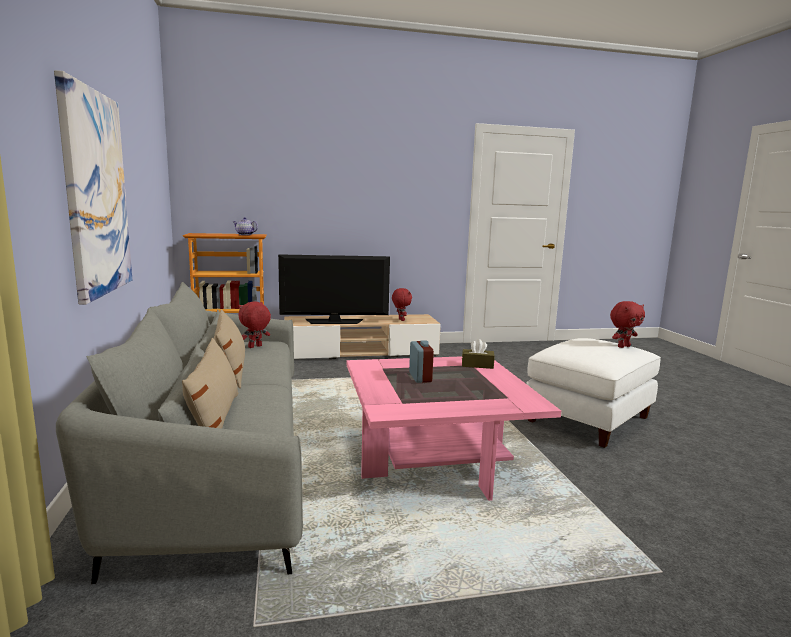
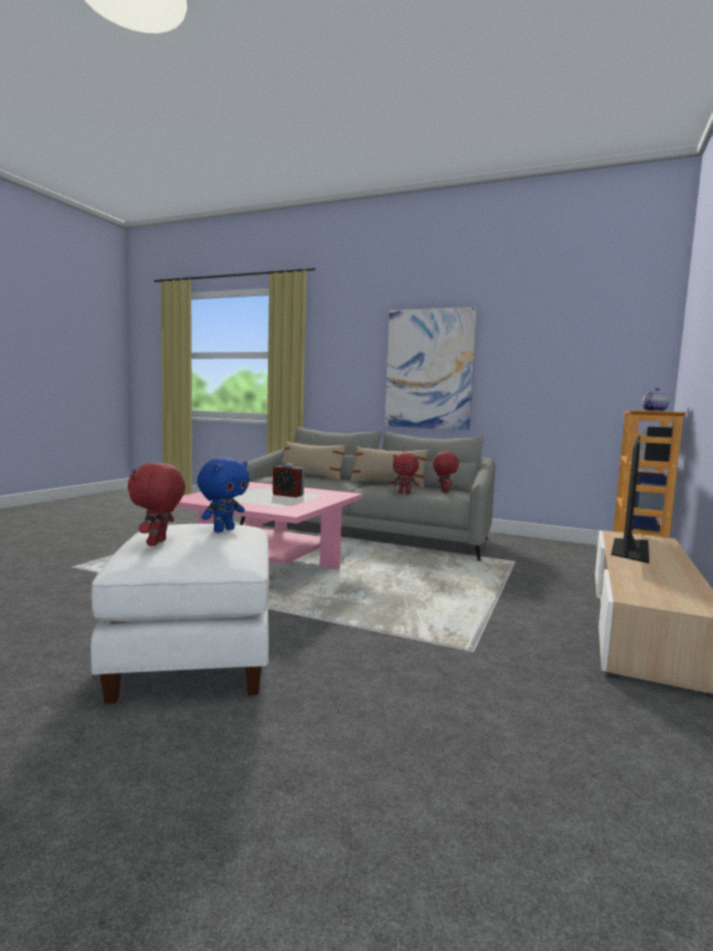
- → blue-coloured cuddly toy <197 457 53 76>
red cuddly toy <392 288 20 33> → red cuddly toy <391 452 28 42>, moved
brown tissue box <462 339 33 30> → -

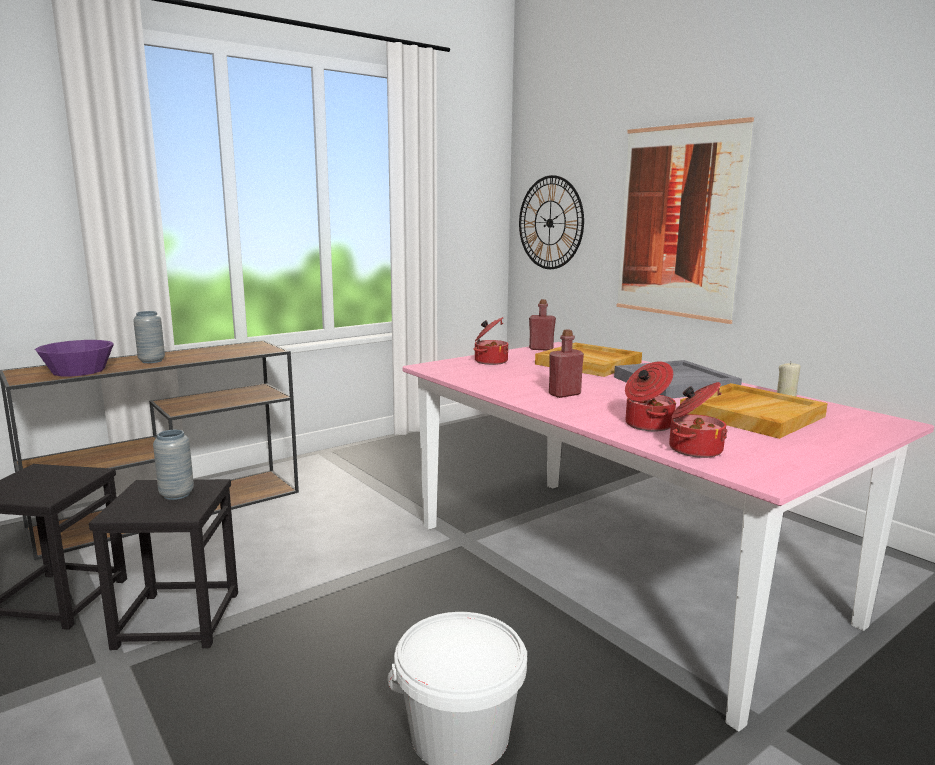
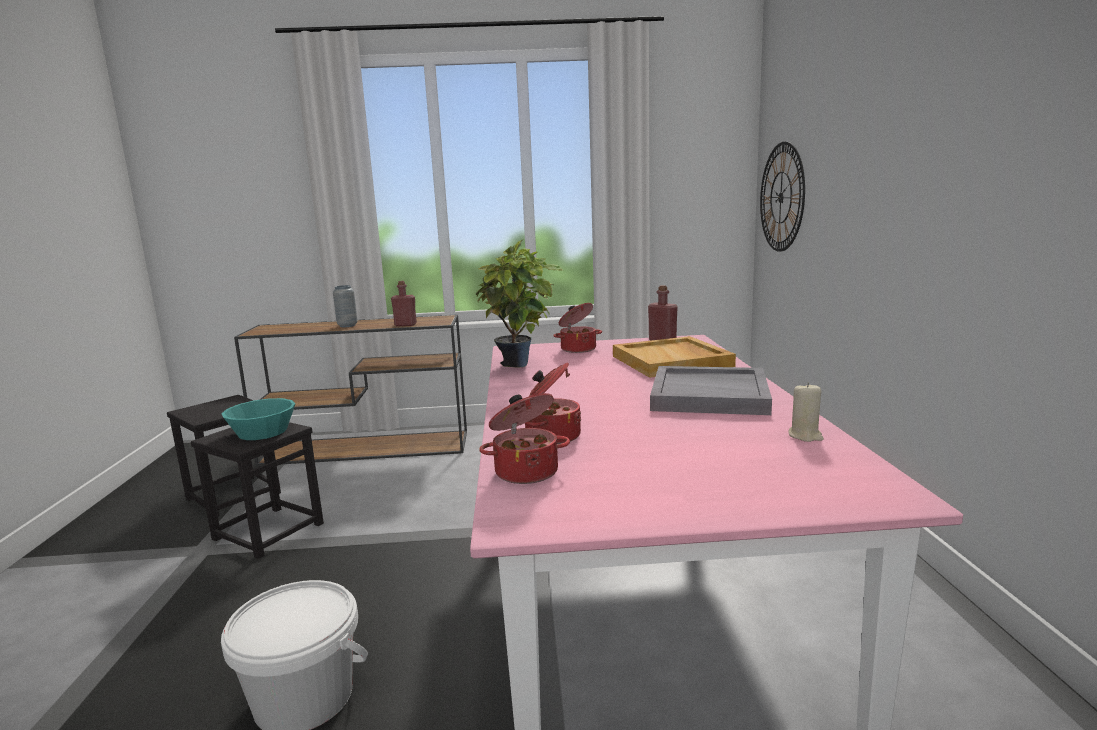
greyish decorative vase <153 430 41 70> → turquoise deep dish <222 398 73 42>
red beverage bottle <549 329 35 69> → red beverage bottle <391 281 26 45>, moved
- → plant in a pot <476 240 87 128>
purple-coloured deep dish <35 340 79 36> → -
picture <616 117 138 207> → -
sand-coloured carrying tray <680 383 148 56> → -

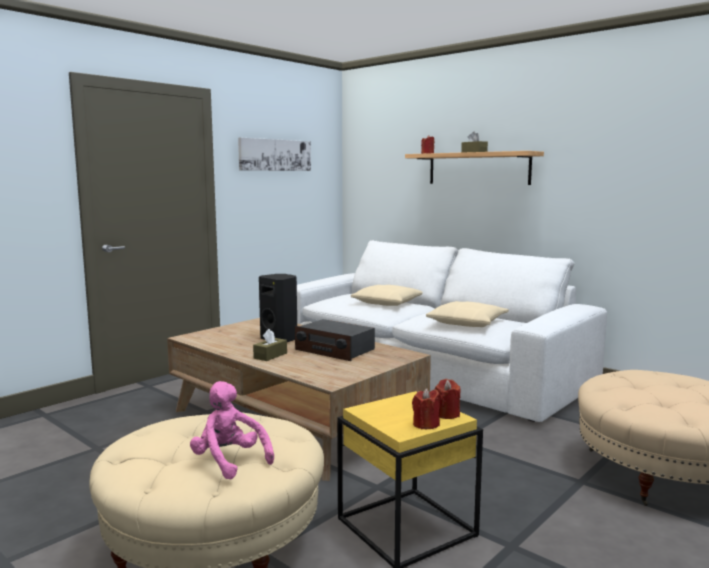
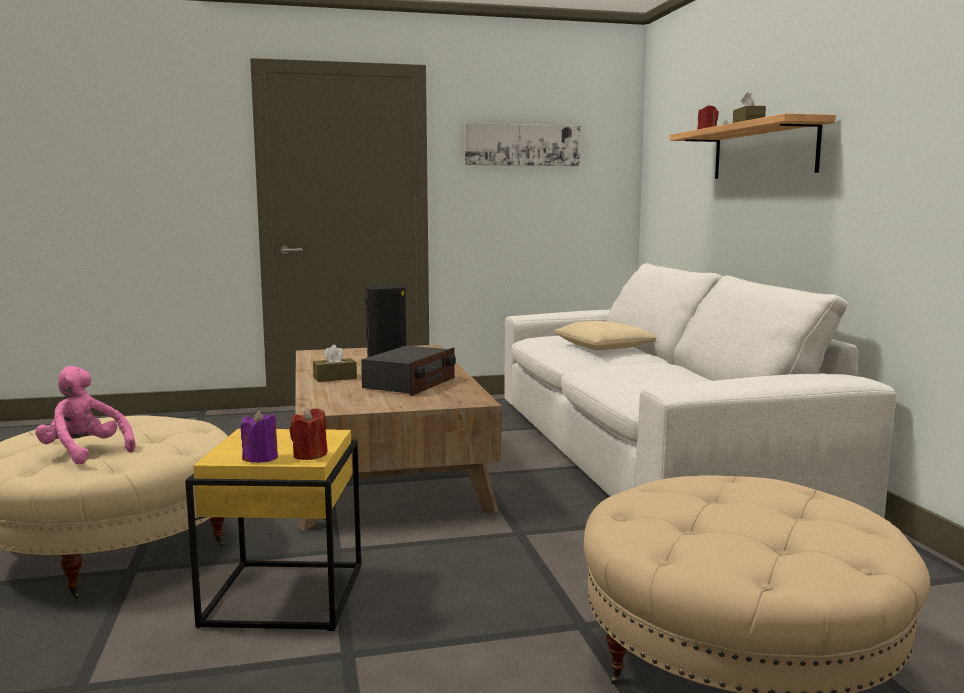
pinkish cuddly toy <190 381 84 99> → pinkish cuddly toy <35 366 100 98>, 45 degrees counterclockwise
red wax candle <412 388 28 41> → purple-coloured wax candle <241 410 37 53>
radio <295 319 80 42> → radio <361 346 95 50>, 135 degrees counterclockwise
sand-coloured throw pillow <426 301 83 26> → -

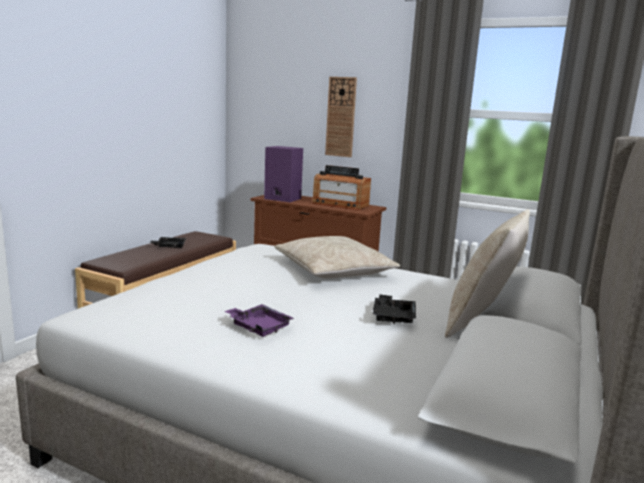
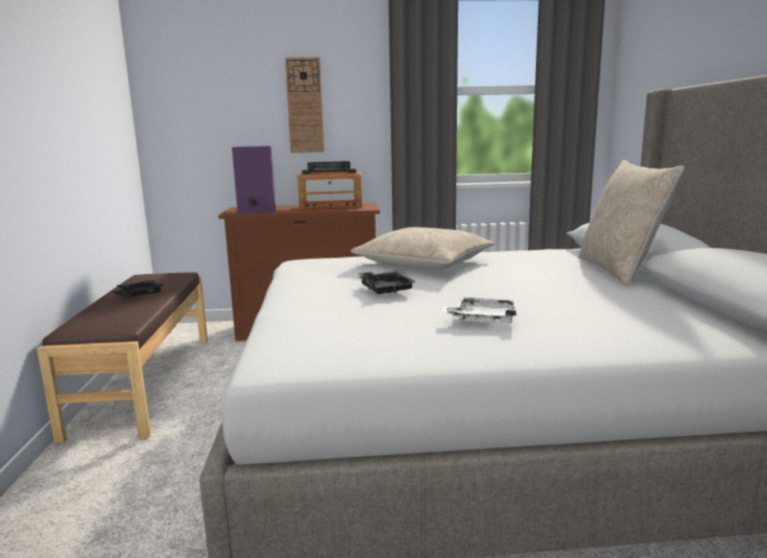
black carrying tray <373 294 43 30> → black carrying tray <358 271 58 23>, moved
purple-coloured carrying tray <224 304 70 33> → white carrying tray <442 297 74 26>

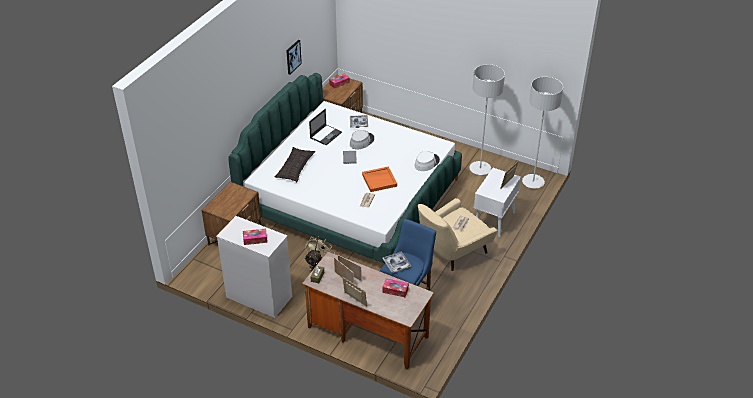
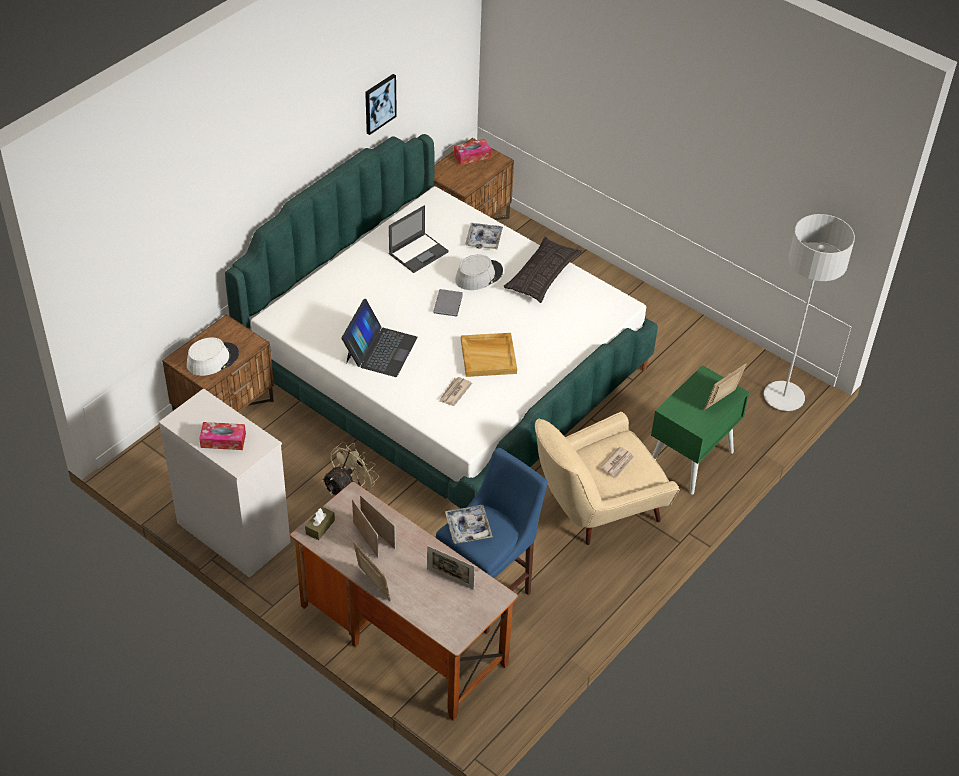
white wearable hat <415 151 25 20> → white wearable hat <187 337 52 39>, moved
- → portable computer <342 299 76 78>
tissue box <382 278 27 19> → standing frame <427 545 48 45>
orange carrying tray <362 166 35 26> → sand-coloured carrying tray <461 333 56 44>
throw pillow <274 147 41 35> → throw pillow <503 237 79 66>, moved
white nightstand <474 168 47 69> → green nightstand <651 365 99 129>
greyish floor lamp <469 64 36 111> → -

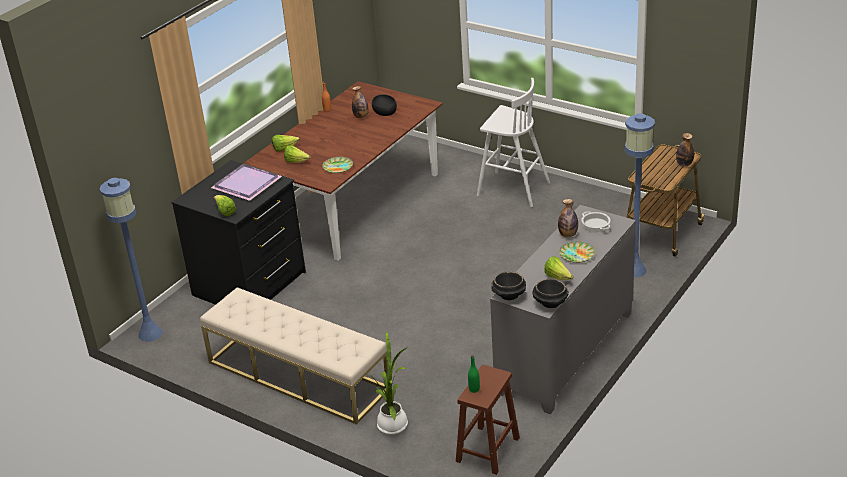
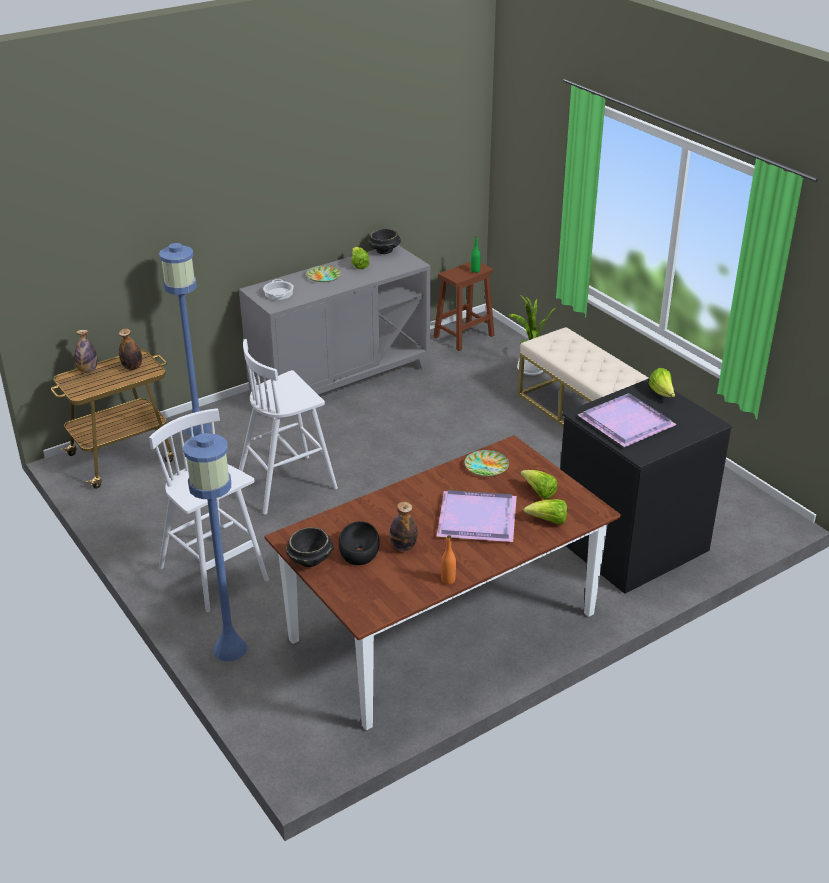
beverage bottle <558 199 20 38> → beverage bottle <119 329 23 41>, moved
blue-coloured floor lamp <100 178 63 164> → blue-coloured floor lamp <183 433 64 228>, moved
- → white stool seat <239 339 99 176>
black deep dish <491 271 35 29> → black deep dish <286 527 48 40>, moved
- → purple-coloured carrying tray <436 490 81 52>

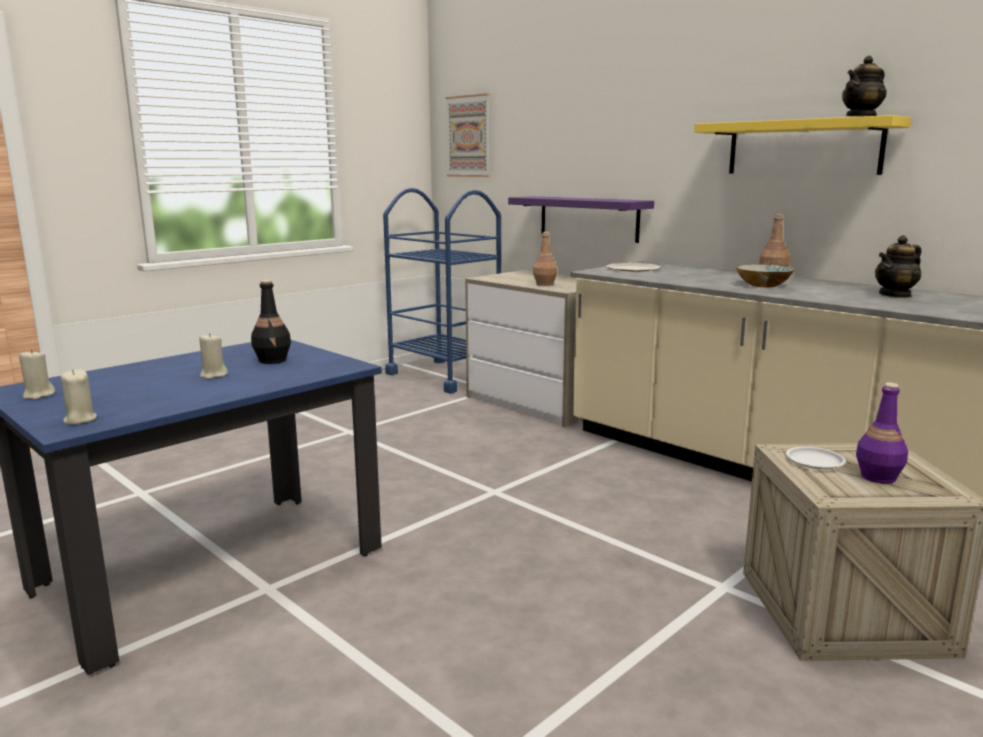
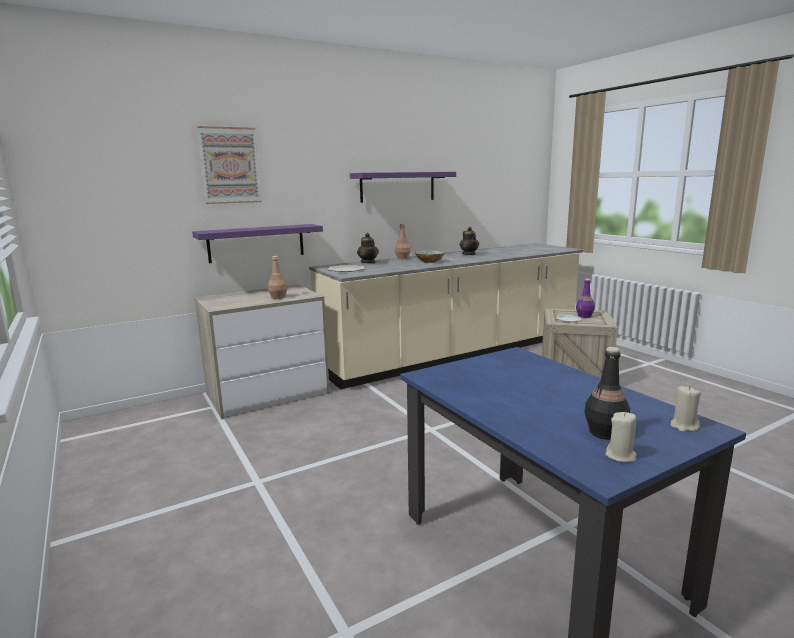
picture <446 93 44 84> → picture <197 126 65 78>, moved
yellow-coloured shelf <694 115 217 60> → purple-coloured shelf <350 172 106 31>
teapot <842 56 45 60> → teapot <357 233 22 30>, moved
black beverage bottle <251 280 40 84> → black beverage bottle <584 347 46 93>, moved
sand-coloured wax candle <199 333 29 46> → -
blue-coloured trolley <383 188 118 205> → -

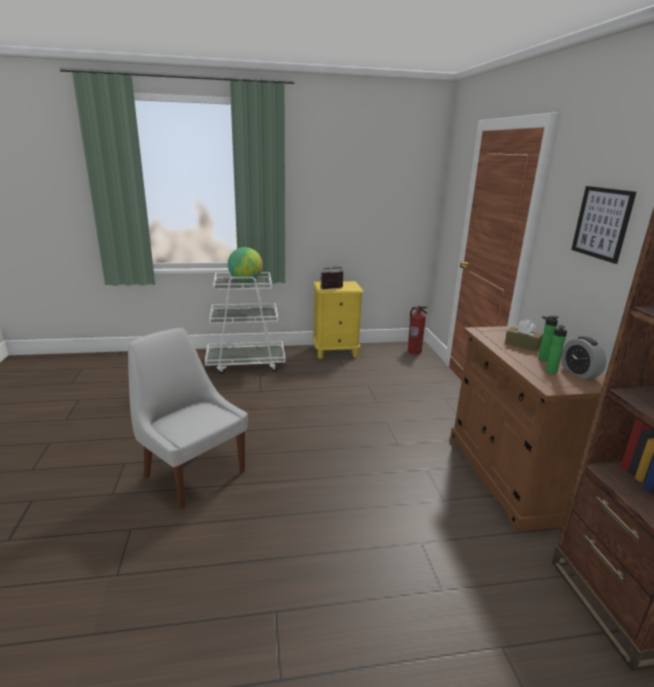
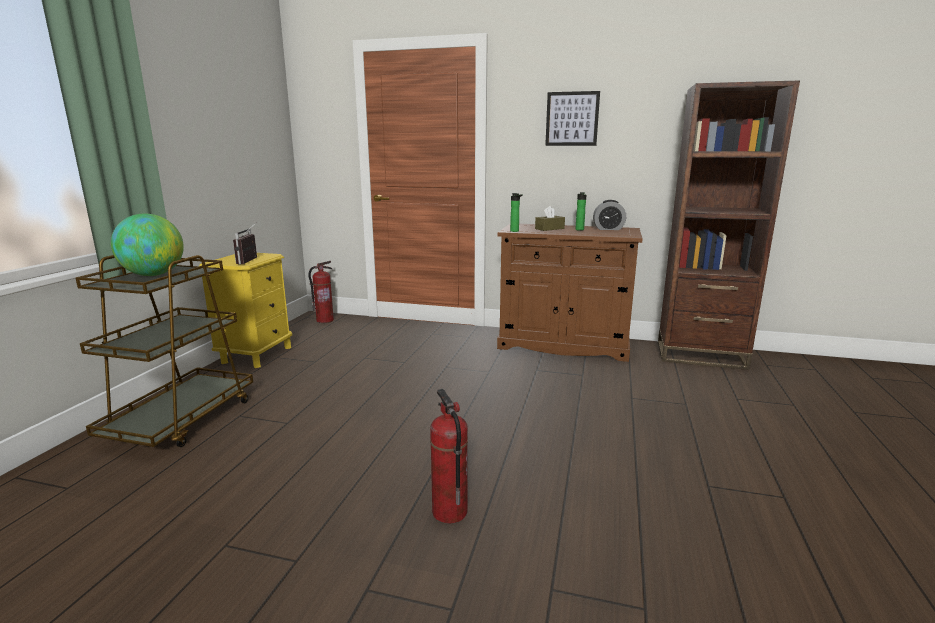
white trolley <205 272 81 102> → brown trolley <75 255 178 192>
white upright chair <128 328 120 181> → fire-fighting cylinder <430 389 38 134>
beverage bottle <545 325 22 48> → beverage bottle <510 193 13 39>, moved

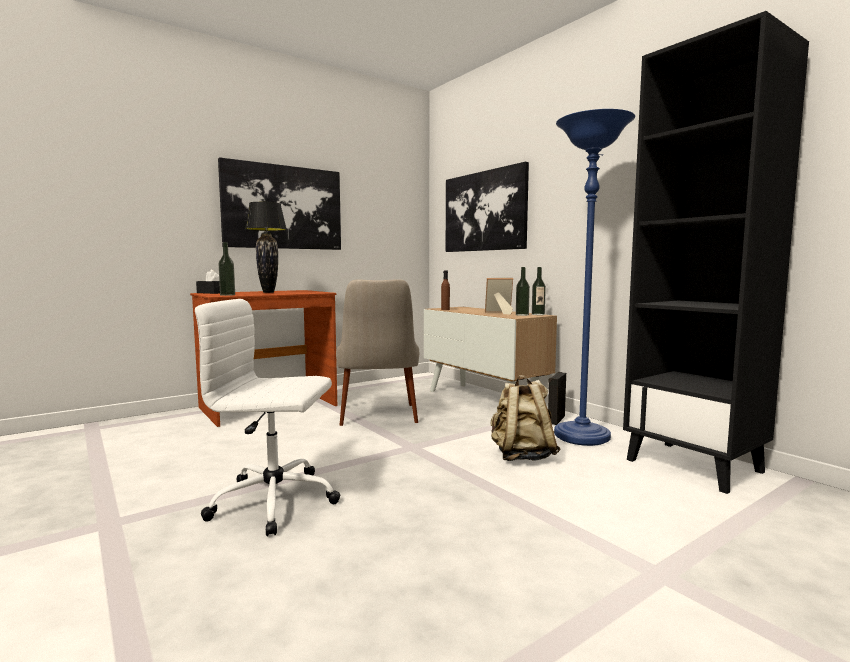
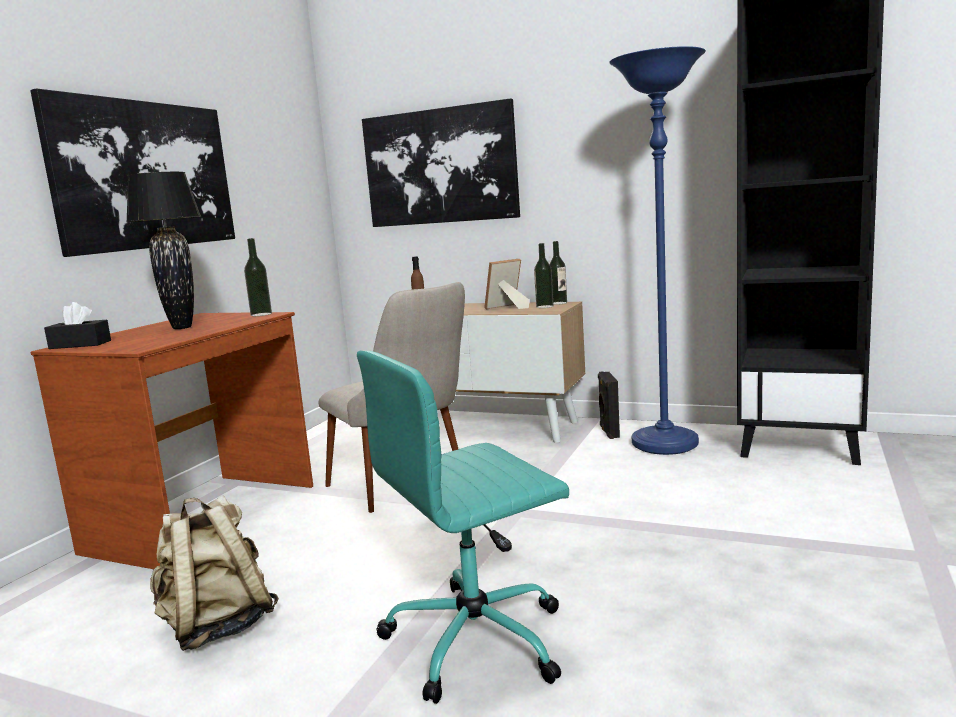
sand-coloured knapsack <490 375 71 86> → sand-coloured knapsack <150 496 129 155>, moved
beverage bottle <219 242 16 54> → beverage bottle <244 238 28 78>, moved
white desk chair <195 299 145 237> → turquoise desk chair <357 350 212 354>

